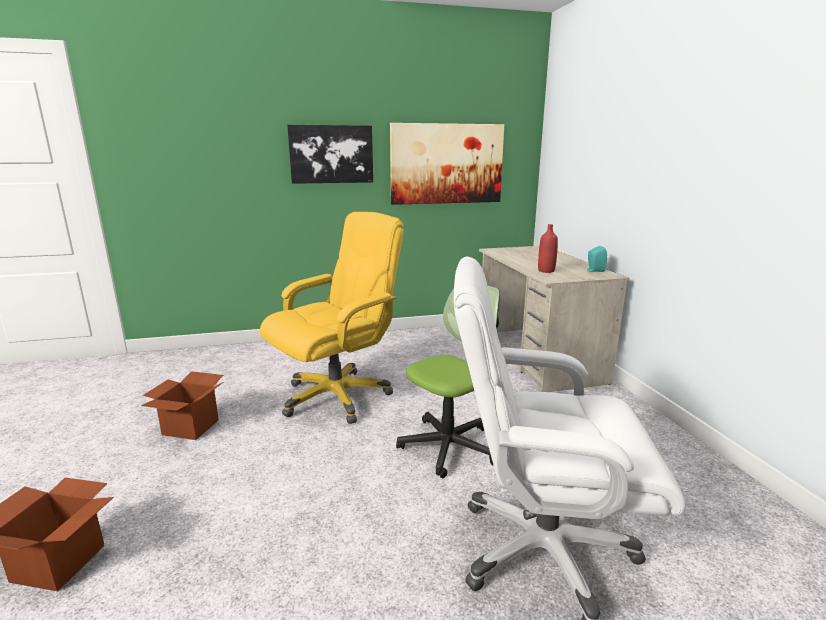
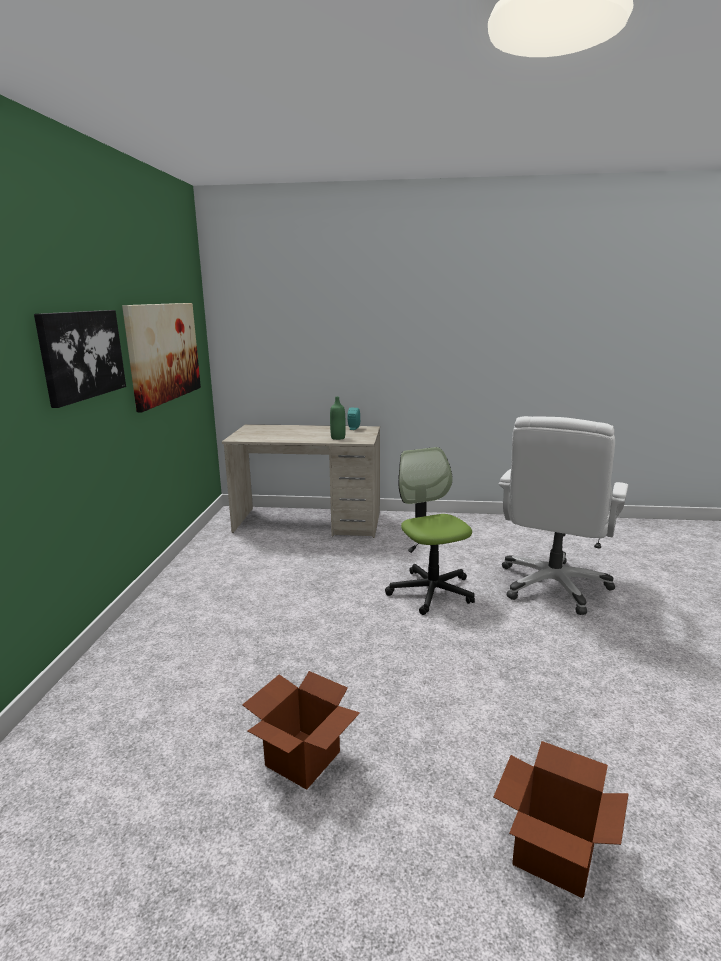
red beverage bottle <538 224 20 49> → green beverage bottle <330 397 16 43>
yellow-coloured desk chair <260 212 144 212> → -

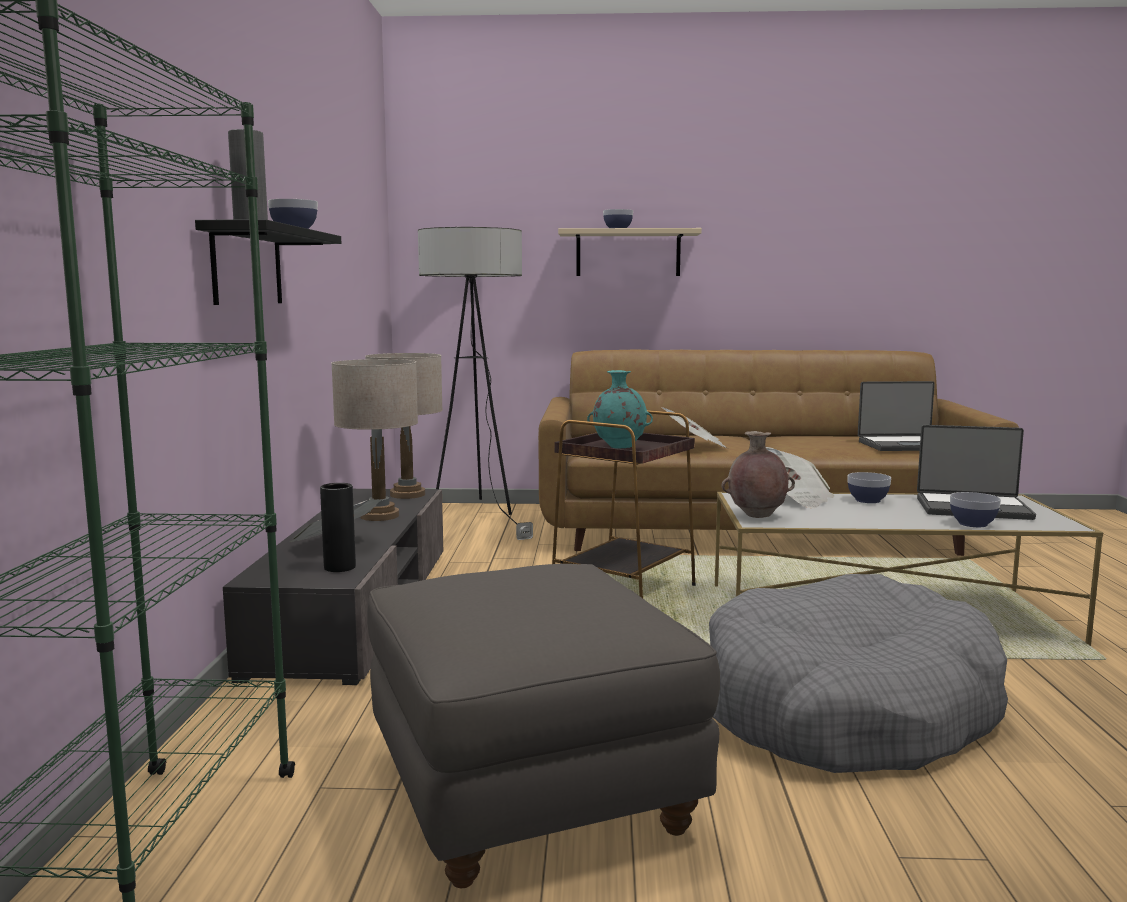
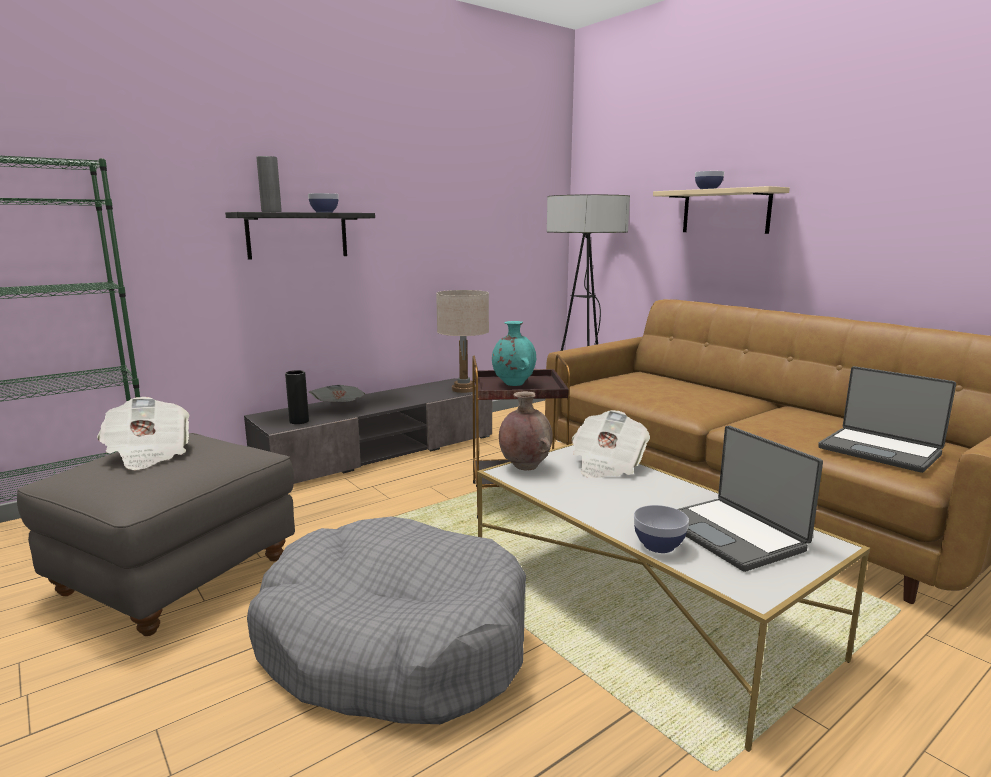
printed paper <661 407 66 41> → printed paper <97 397 93 73>, moved
sand-coloured tabletop lamp <331 359 87 162> → -
deep dish <848 472 43 31> → -

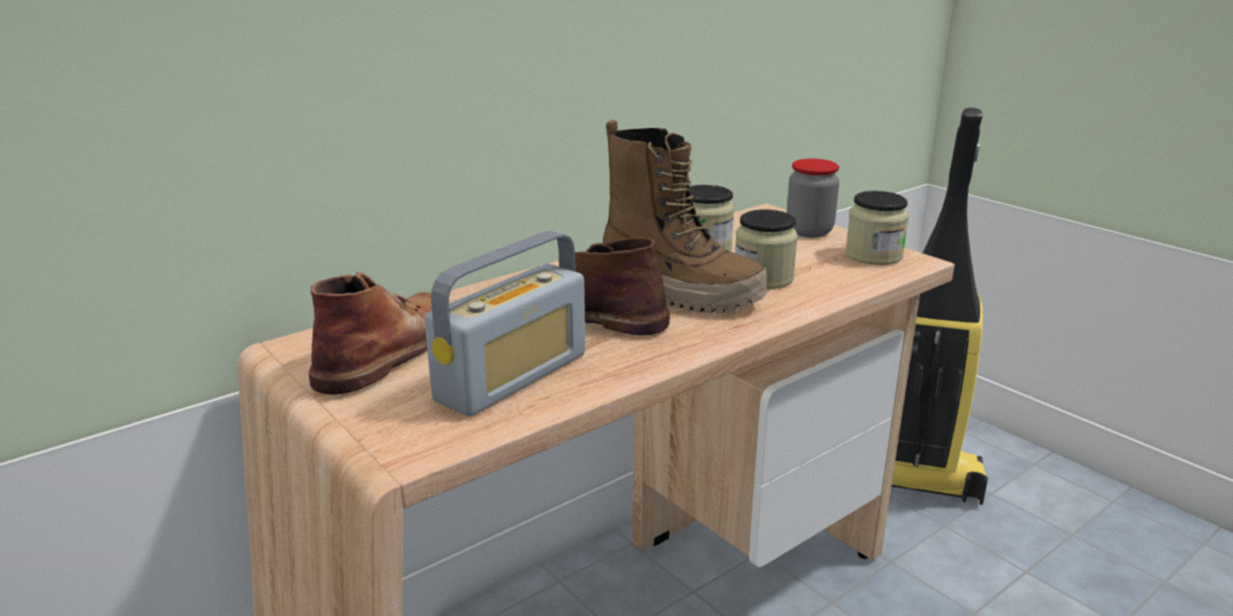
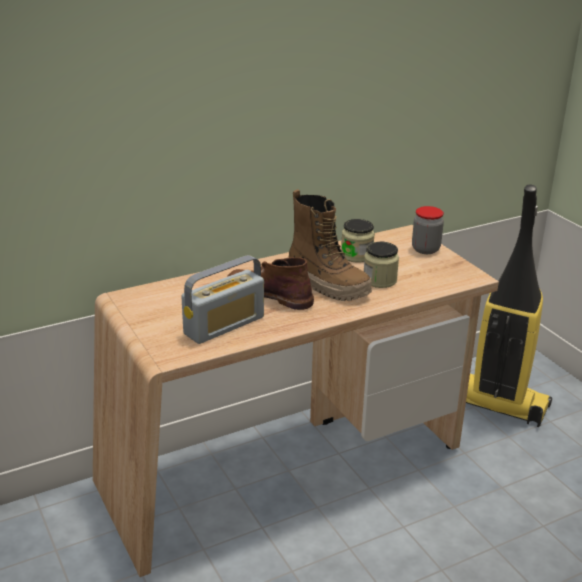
brown boot <309 272 123 123> → -
jar <845 191 64 74> → -

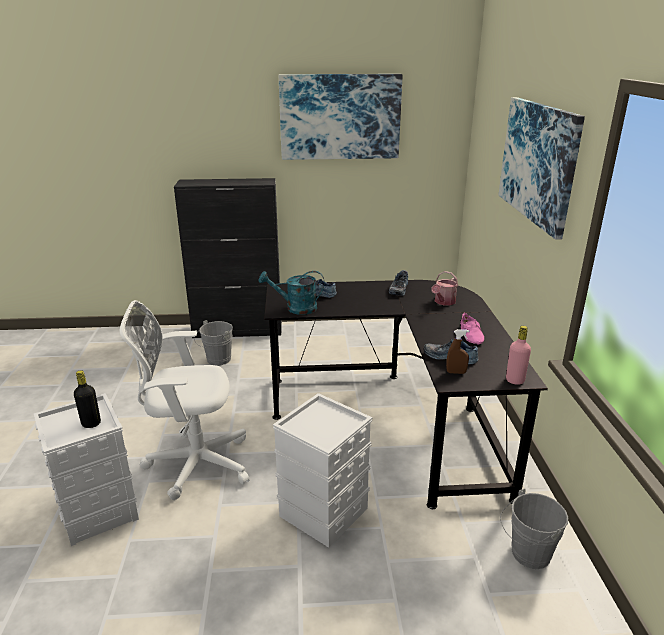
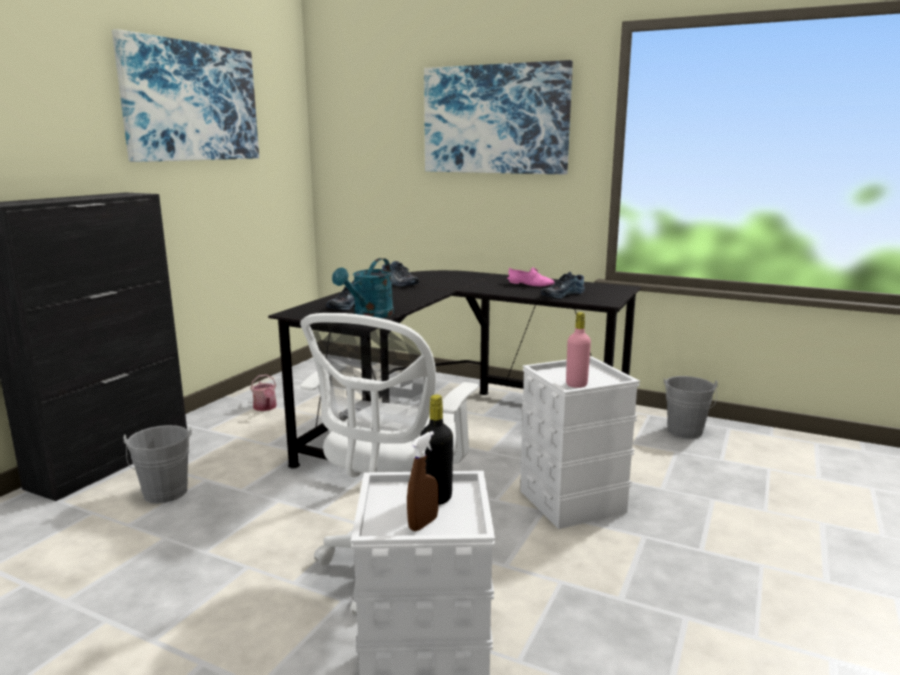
sprinkling can <431 271 27 34> → sprinkling can <250 374 27 37>, moved
brown spray bottle <446 329 23 45> → brown spray bottle <407 431 32 100>, moved
pinkish beverage bottle <506 326 25 59> → pinkish beverage bottle <566 312 25 76>, moved

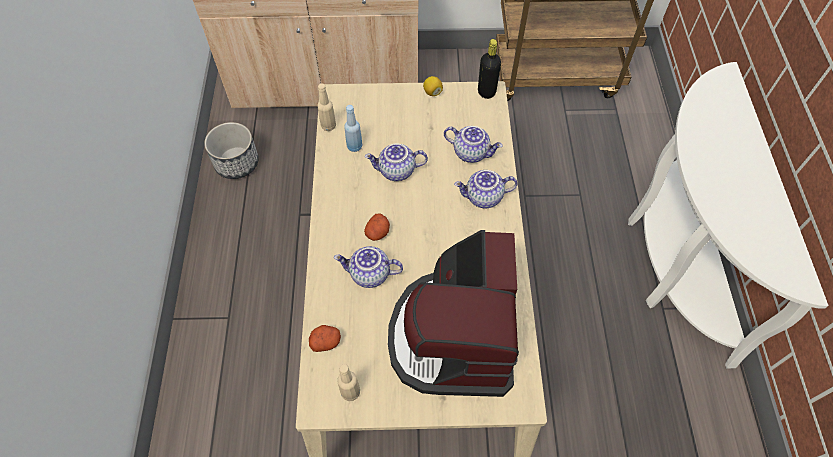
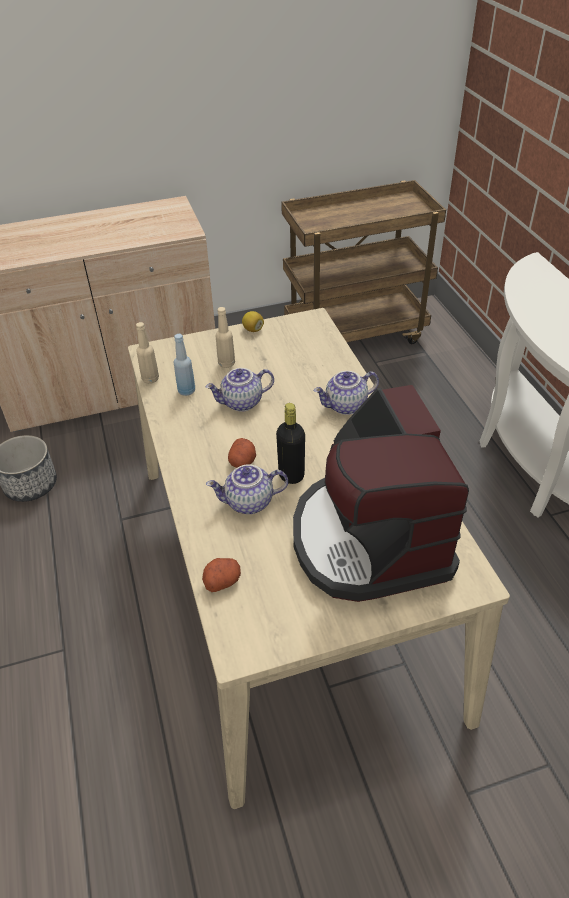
sand-coloured beverage bottle <337 364 23 37> → sand-coloured beverage bottle <216 307 19 61>, moved
black beverage bottle <478 39 23 60> → black beverage bottle <276 403 29 81>, moved
teapot <444 126 59 37> → -

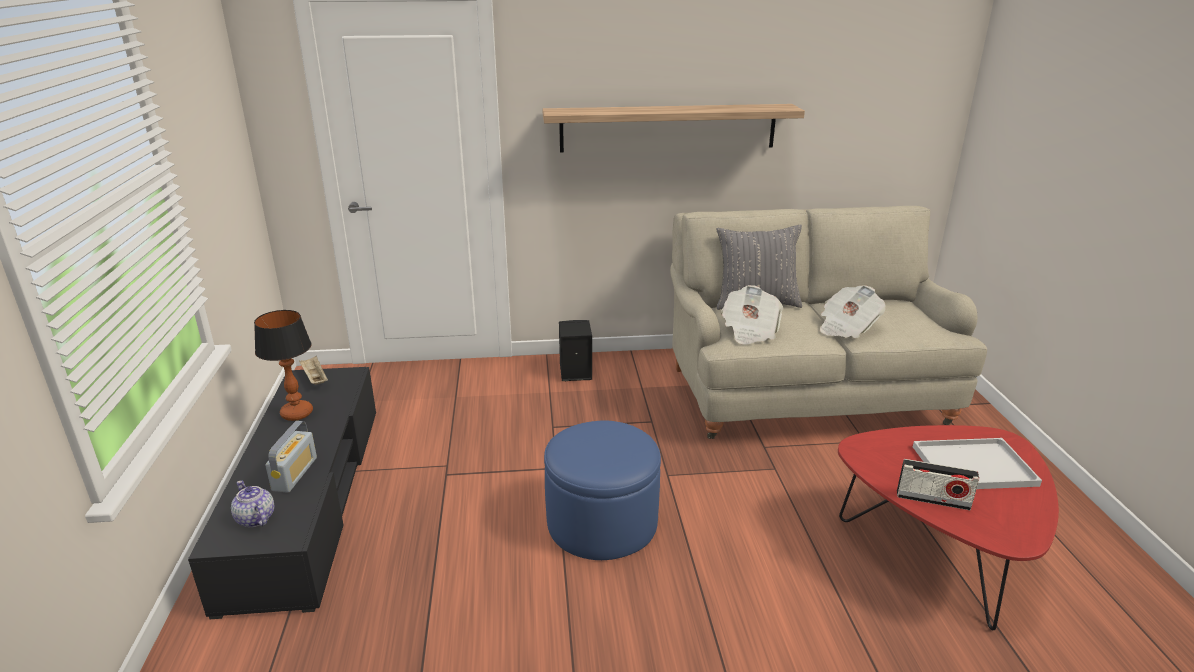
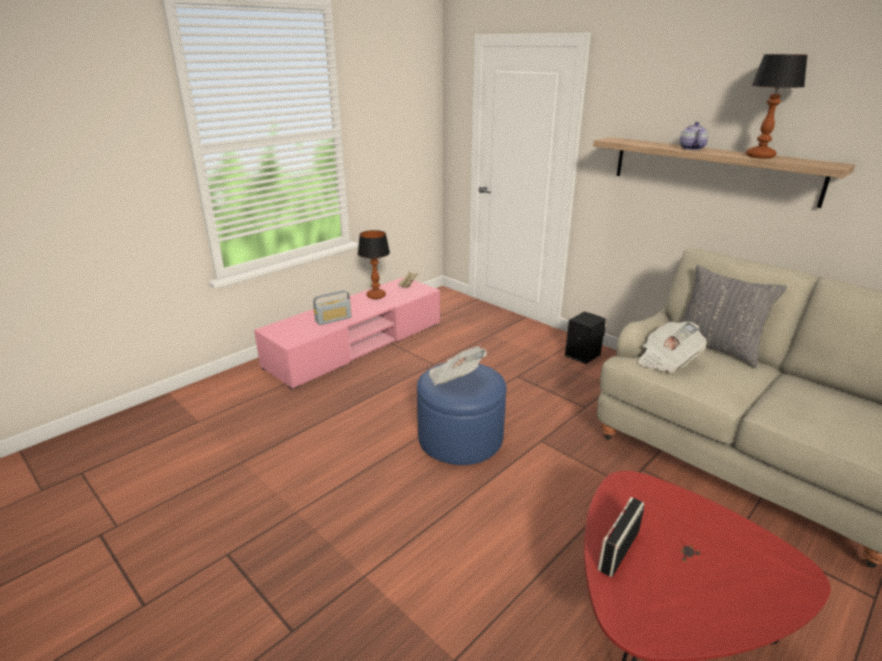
black tv stand <188 367 188 252> → pinkish tv stand <254 277 186 112>
printed paper <820 285 66 53> → printed paper <429 346 58 40>, moved
radio <897 459 82 51> → radio <598 497 46 80>, 60 degrees clockwise
teapot <231 480 43 48> → teapot <680 122 29 28>, moved
- → tabletop lamp <746 54 61 105>
white carrying tray <913 438 129 51> → -

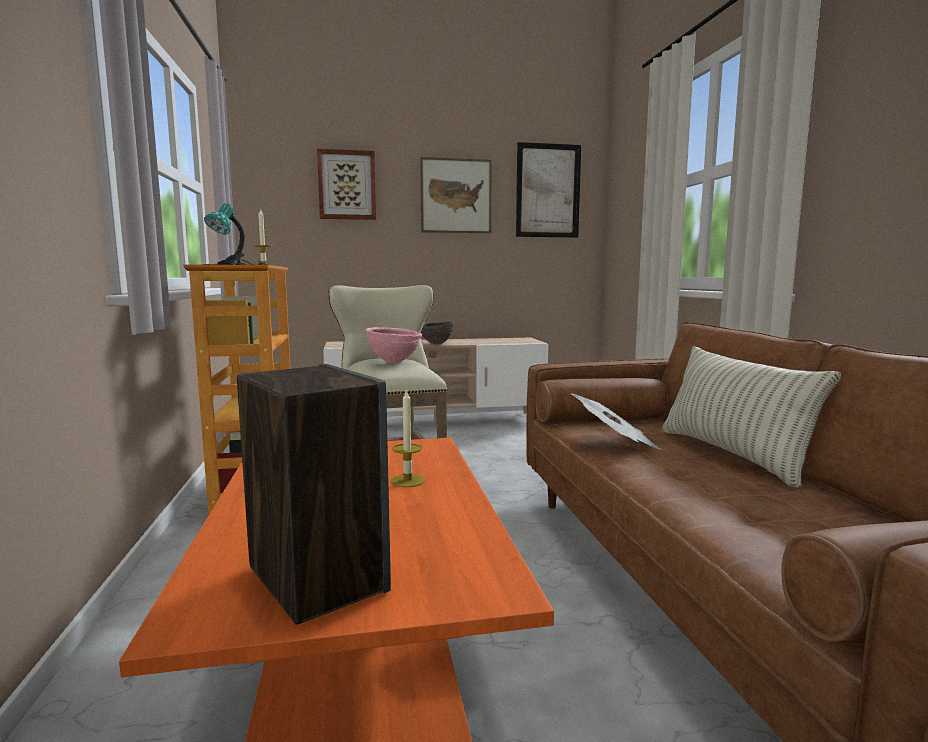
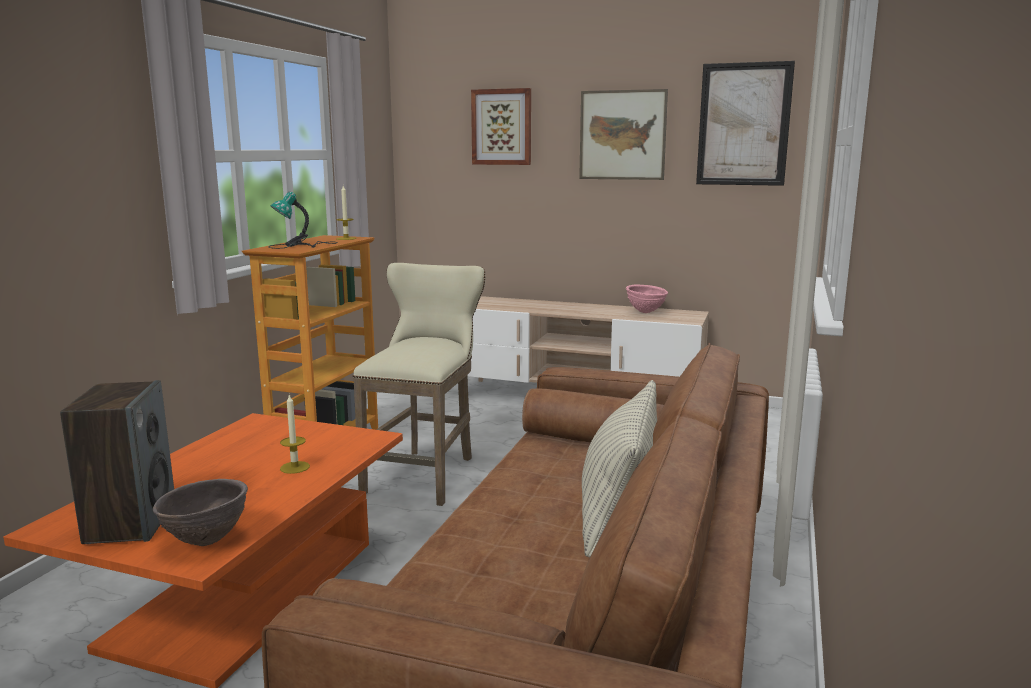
brown deep dish <421 321 33 23> → brown deep dish <153 479 95 67>, moved
pinkish deep dish <365 327 57 36> → pinkish deep dish <626 284 42 29>, moved
printed paper <570 393 92 57> → -

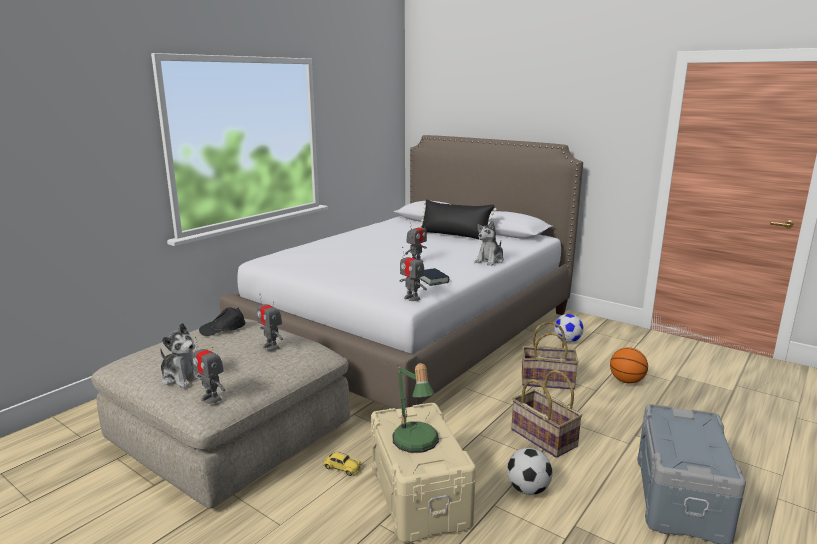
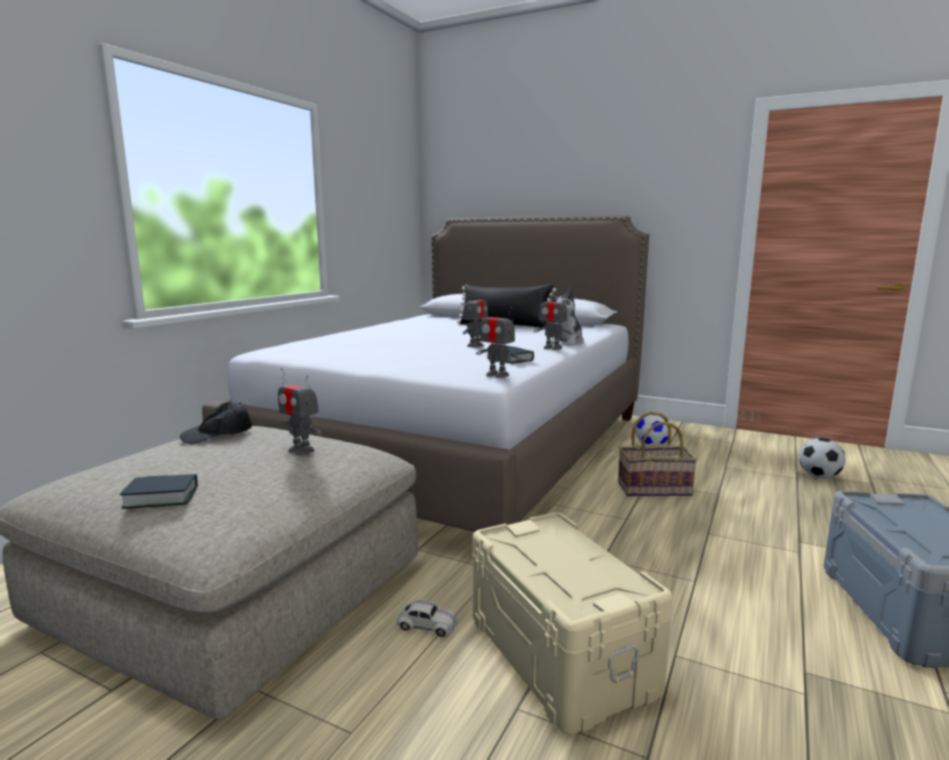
cuddly toy <160 323 41 65> → book <120 474 78 35>
yellow-coloured model car <323 451 39 25> → white model car <396 601 61 36>
model robot <192 337 33 67> → model robot <534 290 39 60>, moved
football ball <507 448 46 47> → football ball <799 438 47 40>, moved
tabletop lamp <393 363 46 90> → -
household basket <511 370 71 88> → -
basketball ball <610 347 38 37> → -

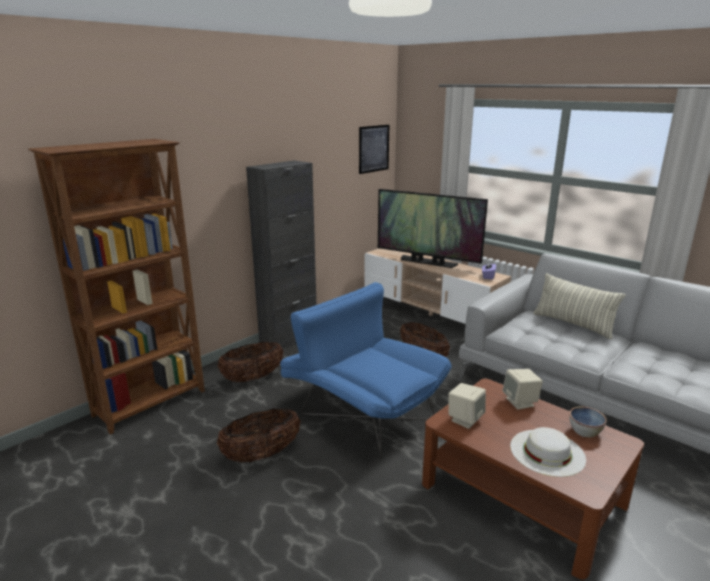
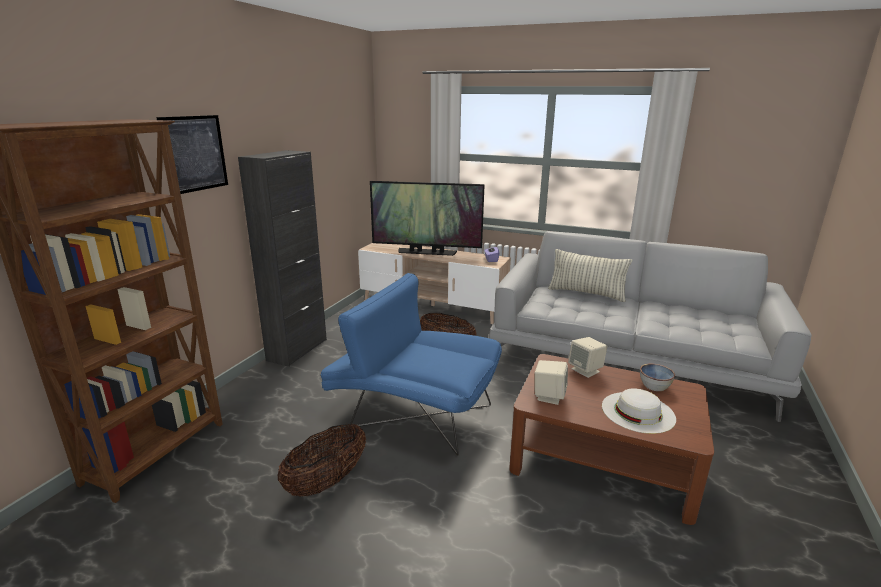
picture <359 125 30 49> → picture <156 115 72 79>, moved
household basket <217 342 67 40> → -

